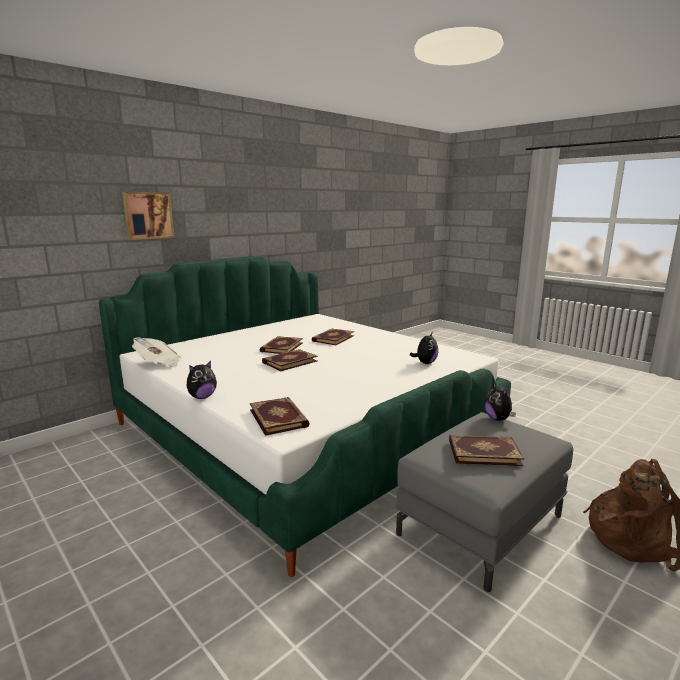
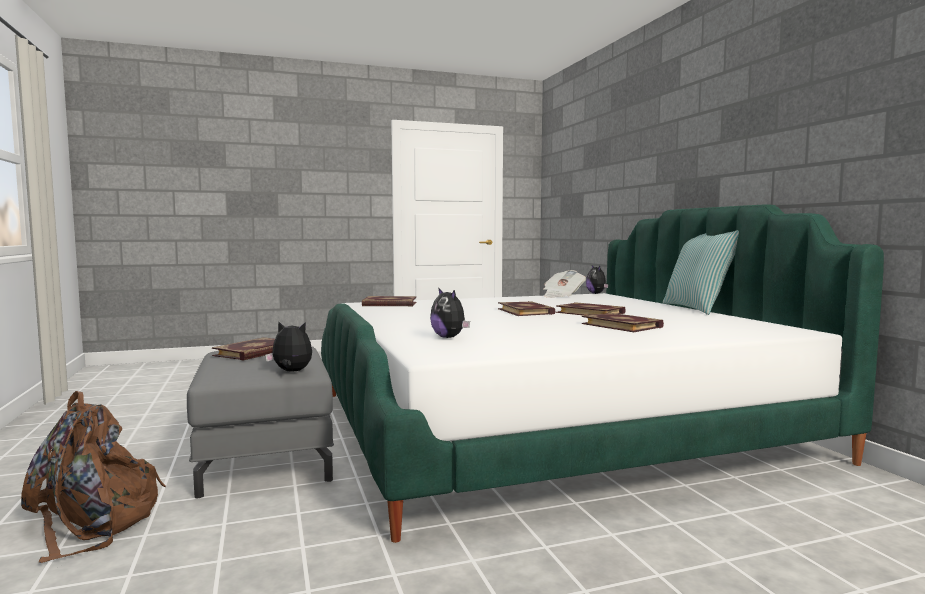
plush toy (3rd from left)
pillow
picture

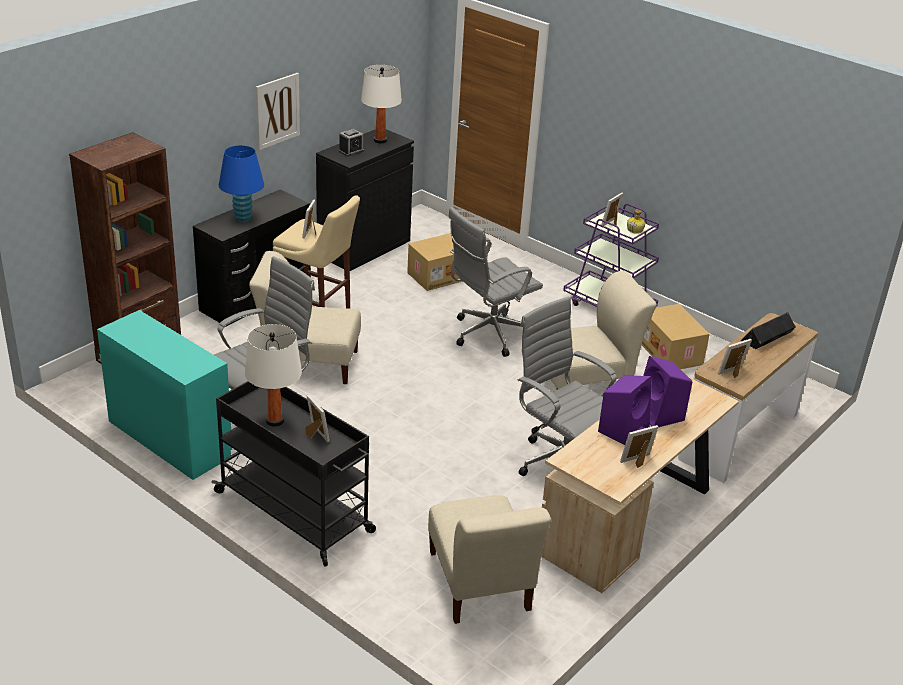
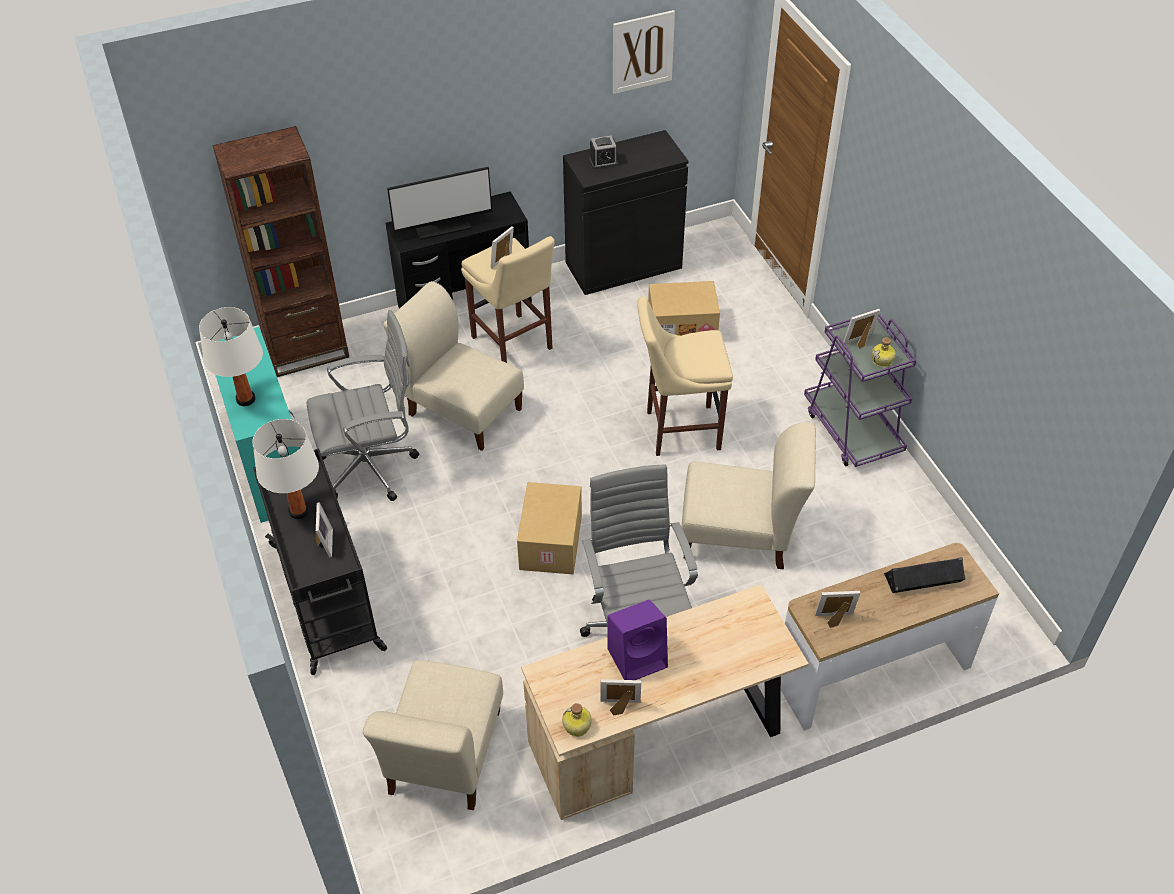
white table lamp (1st from left)
monitor
cardboard box (1st from left)
bottle (1st from left)
picture
beige stool (2nd from left)
purple speaker (2nd from left in the first image)

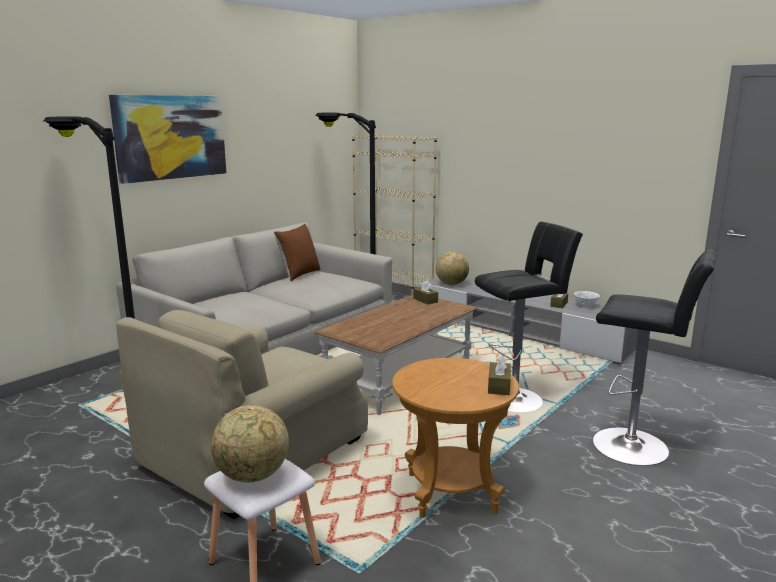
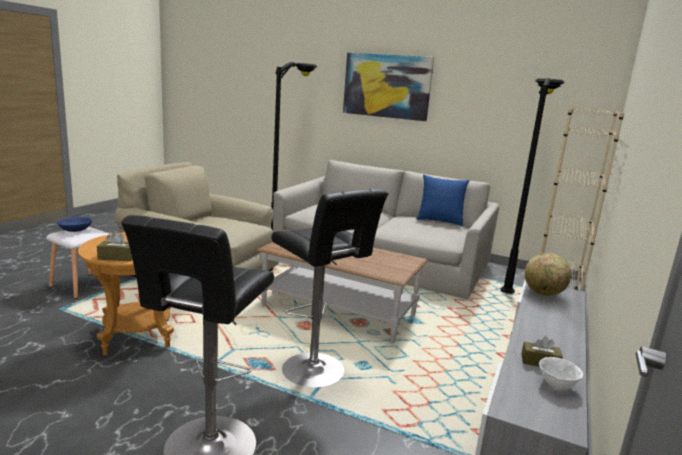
blue bowl
blue pillow
brown tissue box (1st from left in the first image)

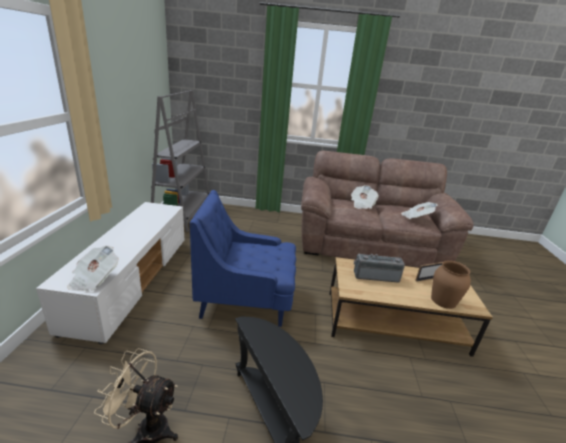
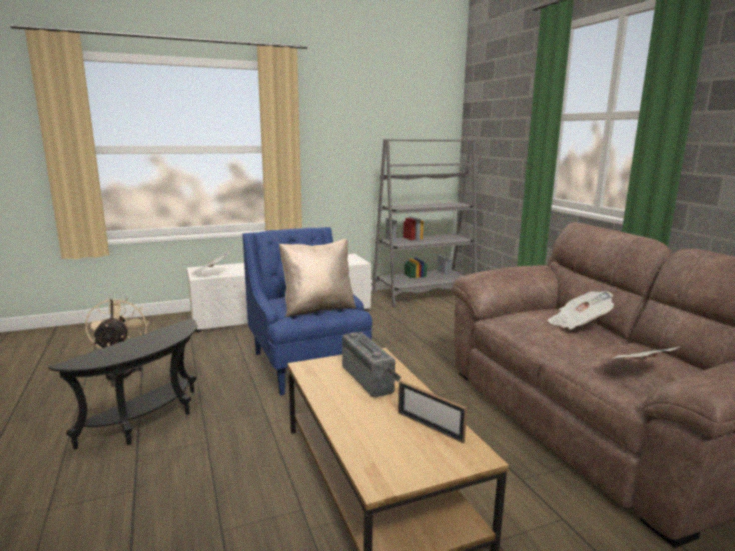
beige pillow
brown vase

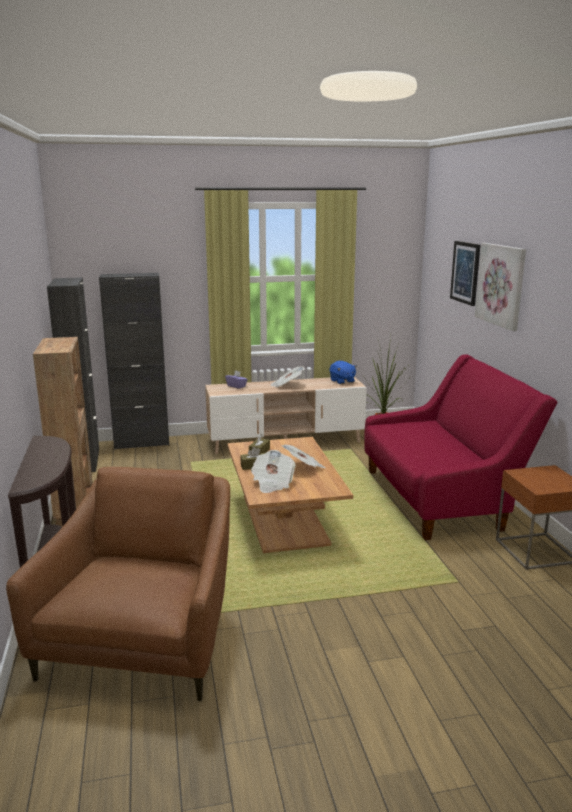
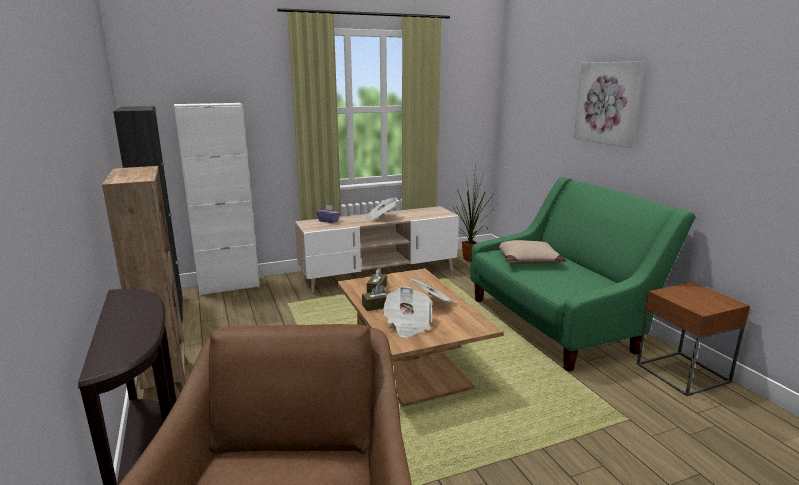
white cabinet
green sofa
beige pillow
blue plush toy
picture (1st from left in the first image)

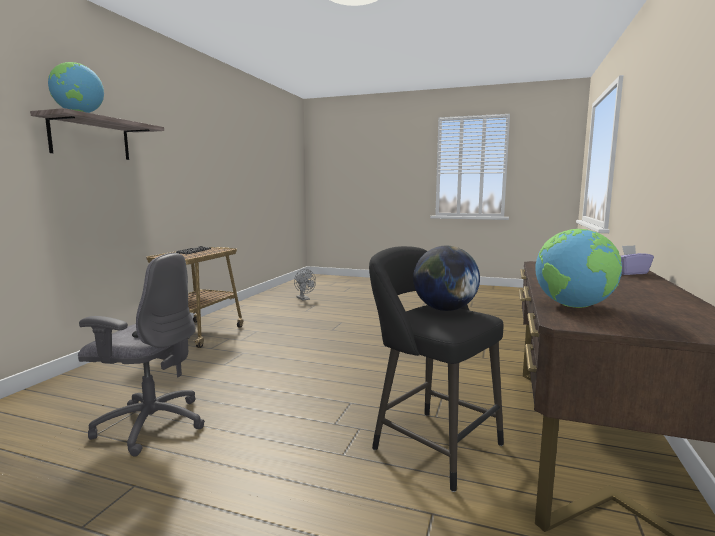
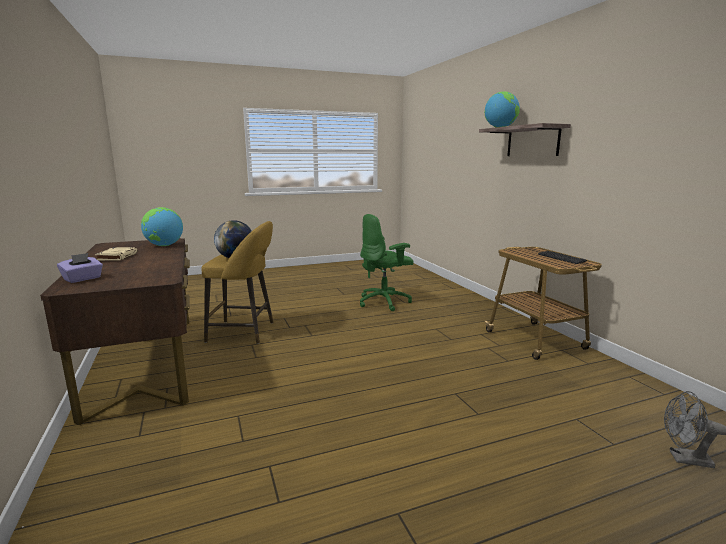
beige book
yellow stool
green office chair

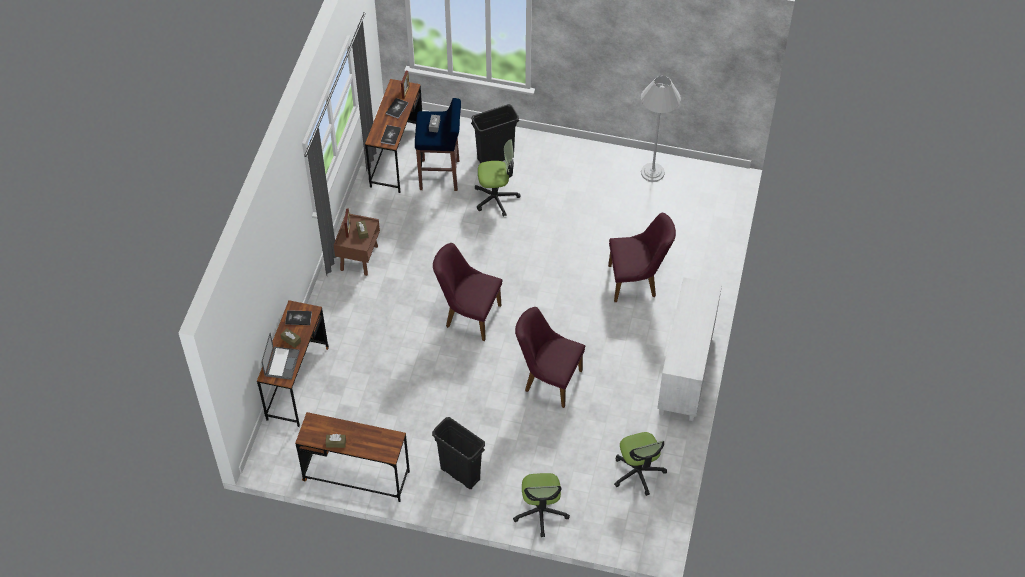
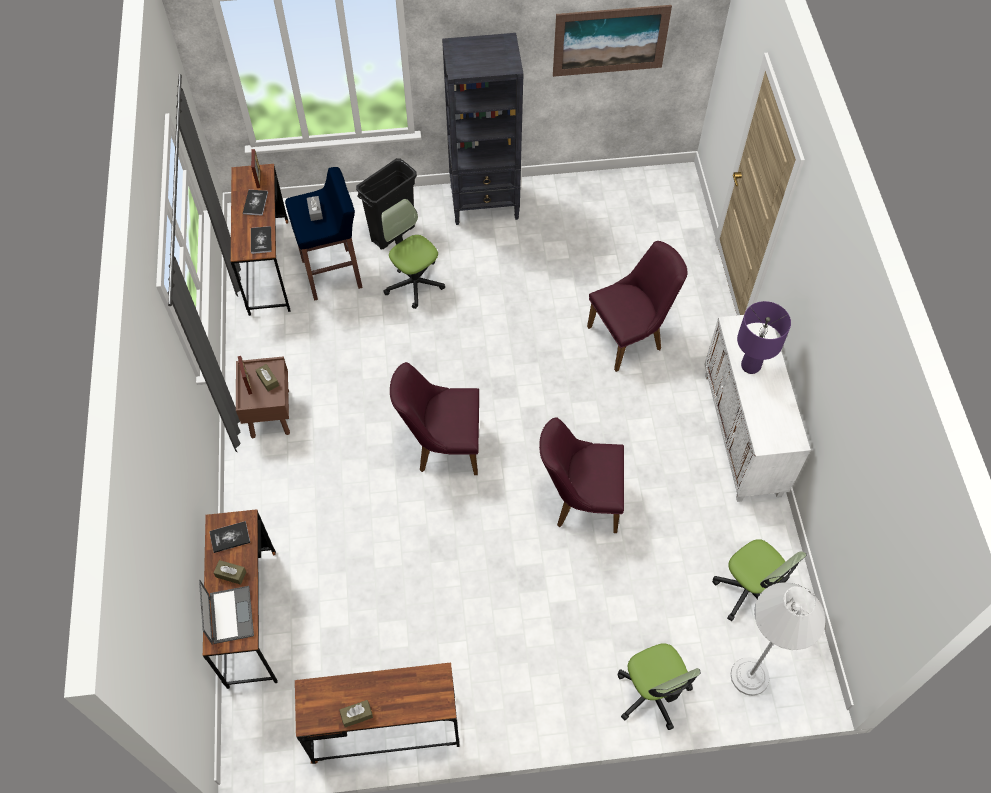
office chair (1st from left)
black bookcase
picture
white floor lamp
purple table lamp
black trash can (1st from left in the first image)

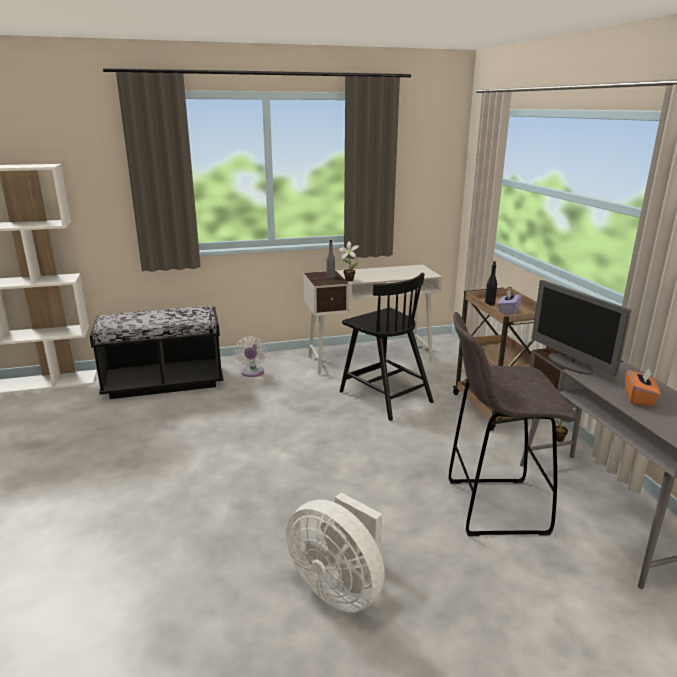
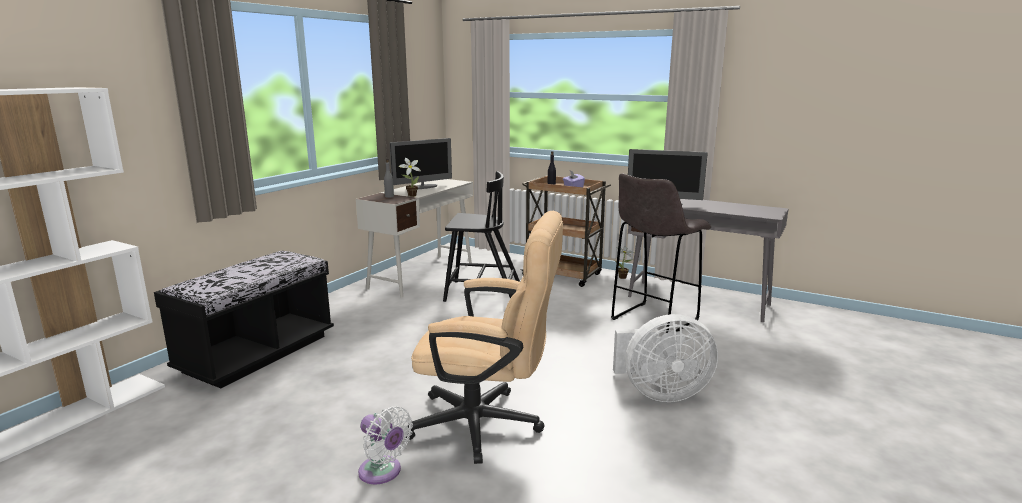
white fan (1st from left)
monitor (1st from left)
beige office chair
orange tissue box

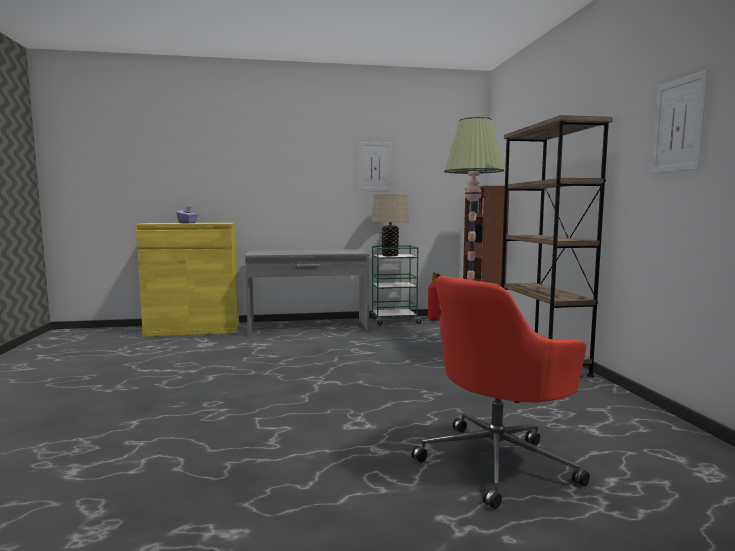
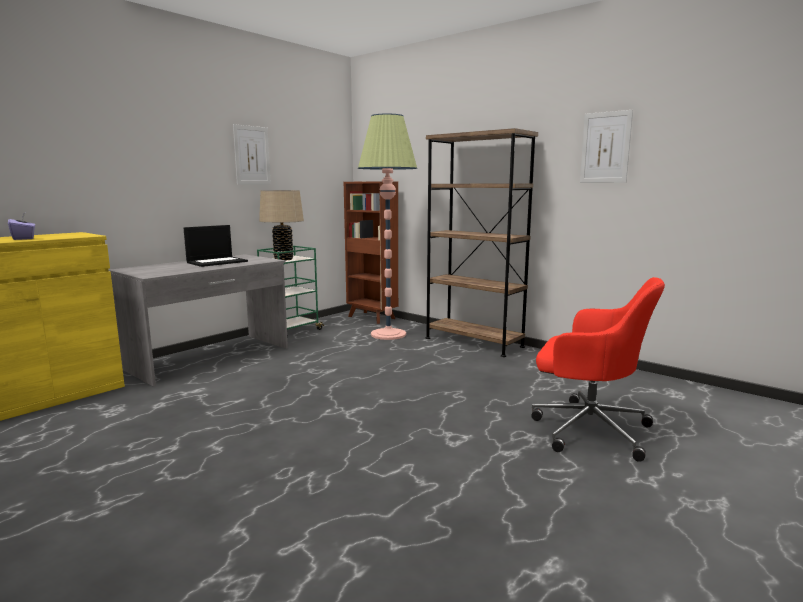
laptop
red office chair
fire extinguisher

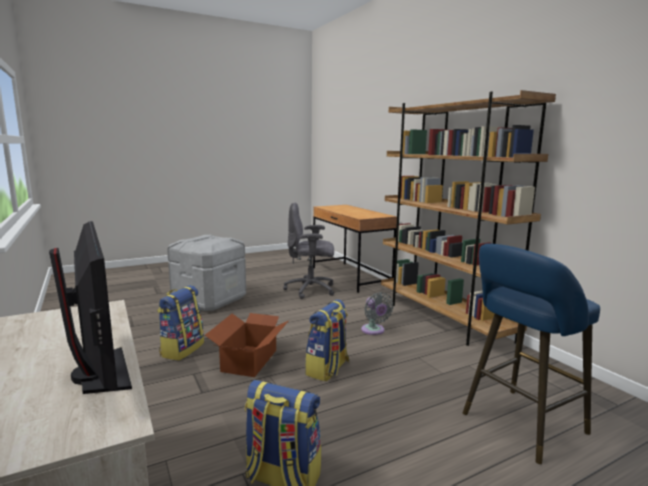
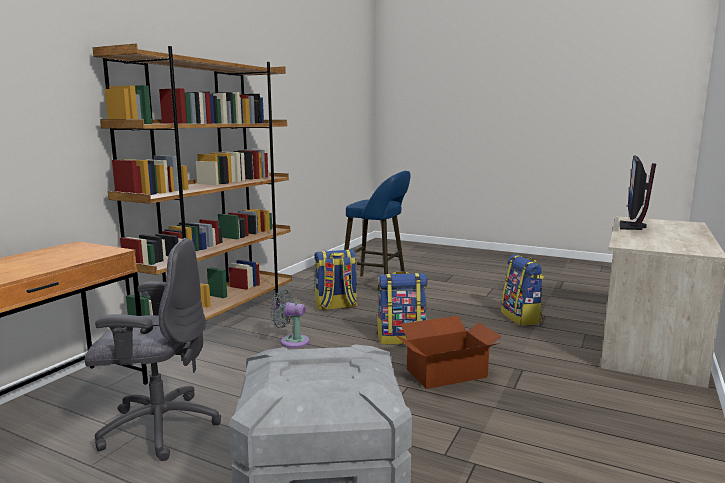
grey office chair
grey fan
backpack (1st from left)

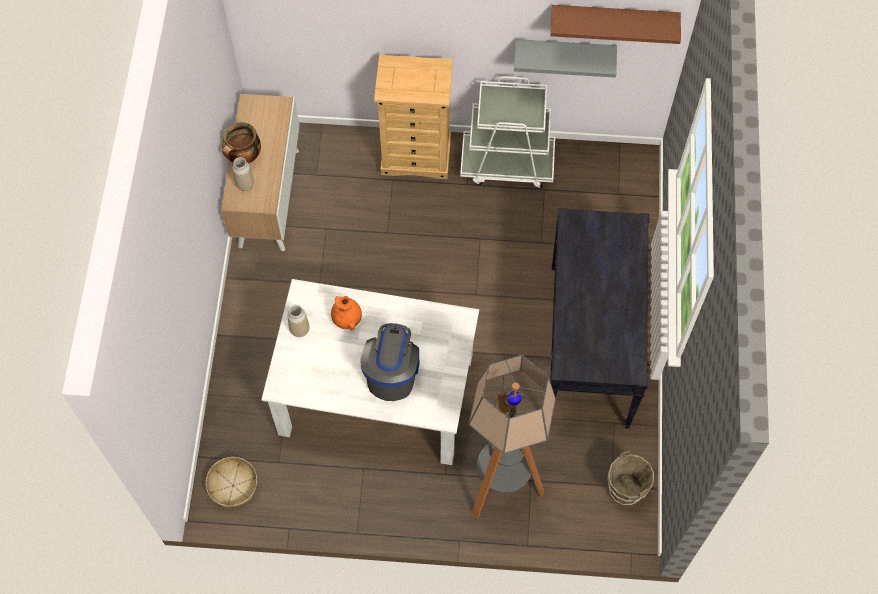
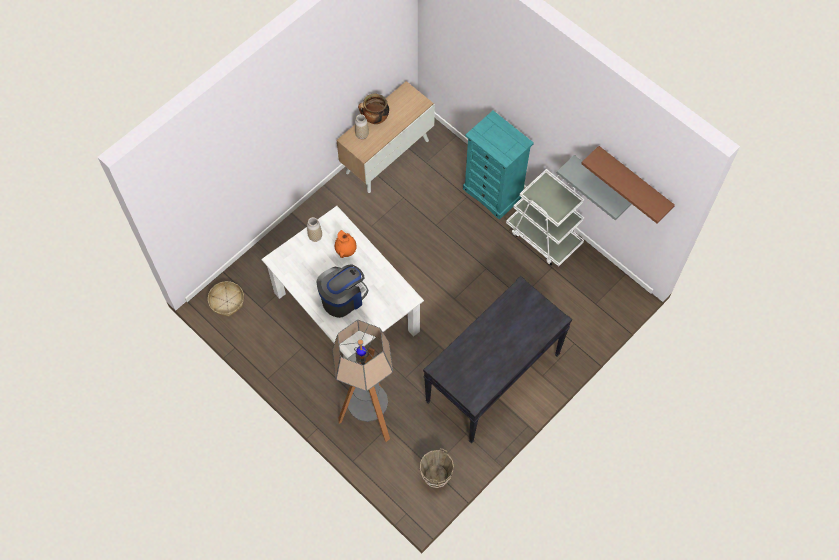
turquoise dresser

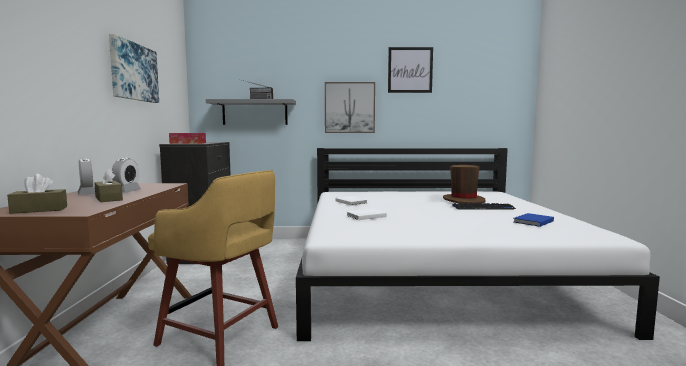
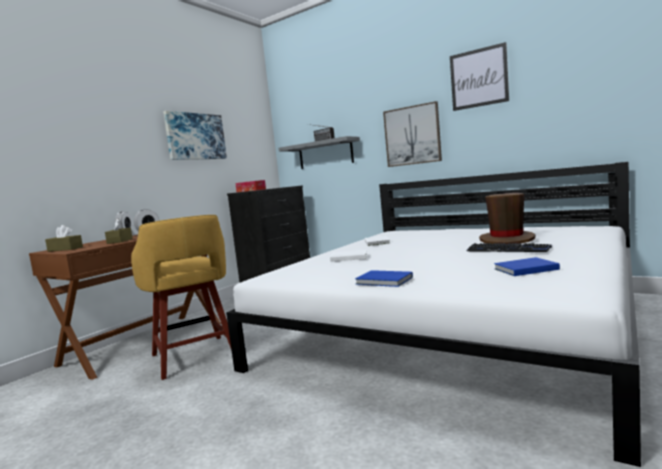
blue book (1st from left)

